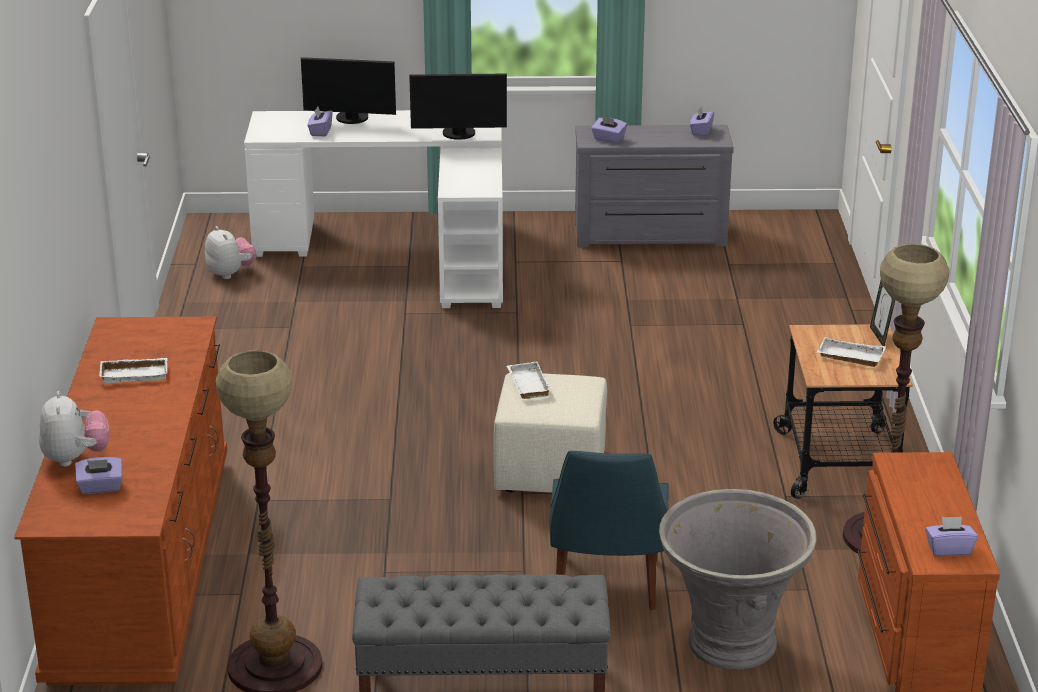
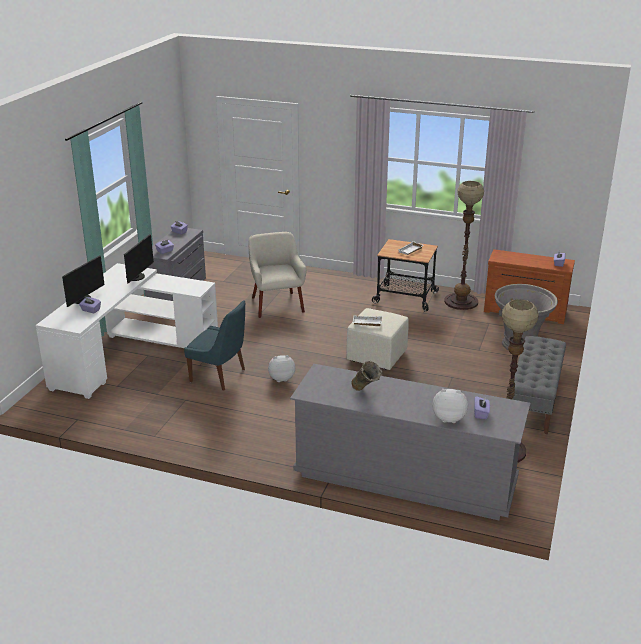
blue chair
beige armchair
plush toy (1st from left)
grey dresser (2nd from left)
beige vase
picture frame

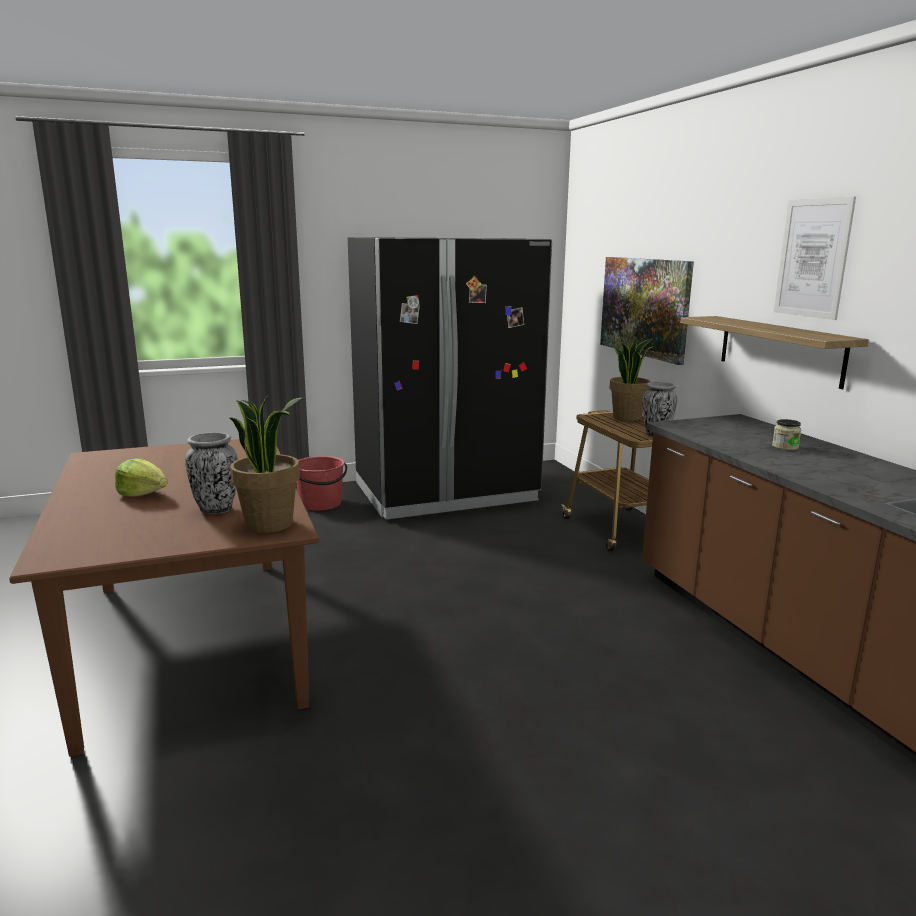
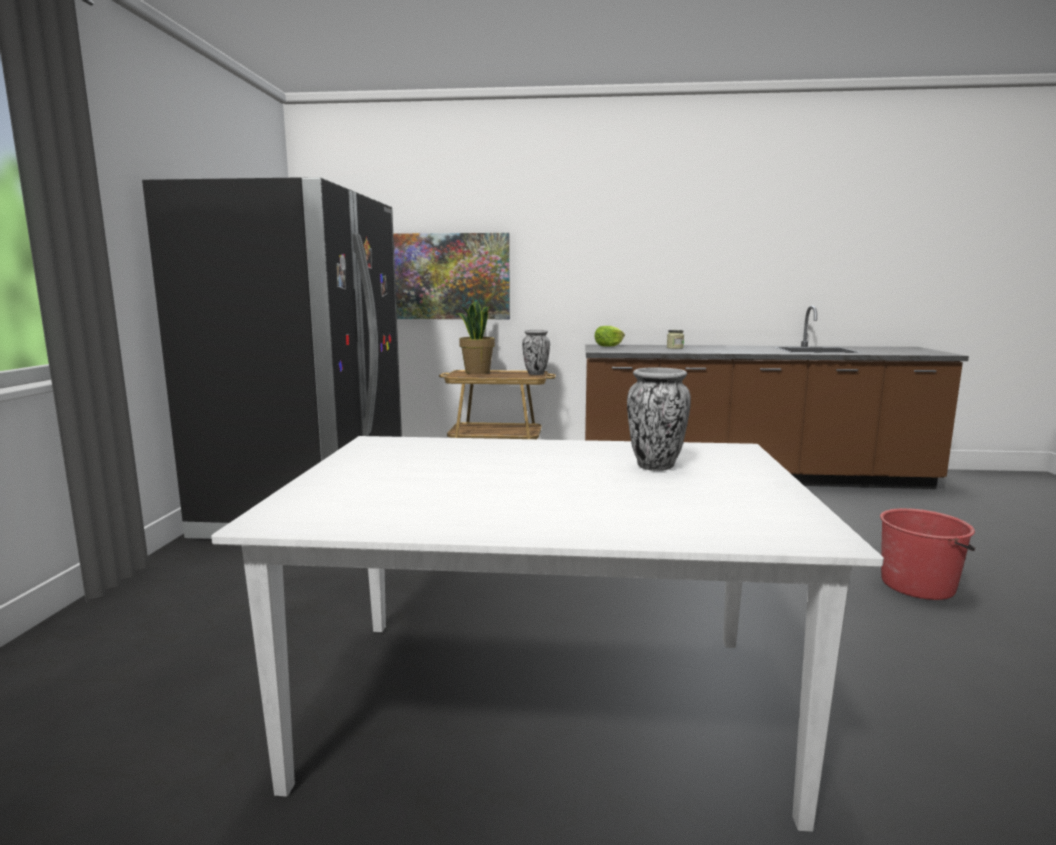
white dining table
lettuce
red bucket
potted plant (1st from left in the first image)
shelf
picture (2nd from left in the first image)

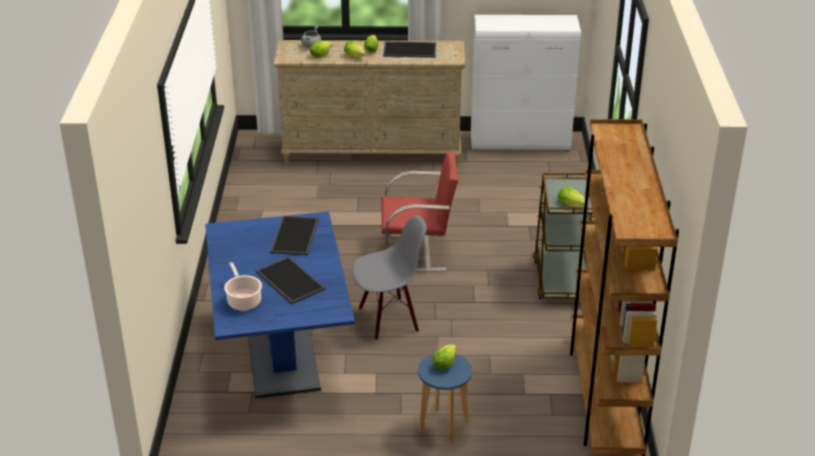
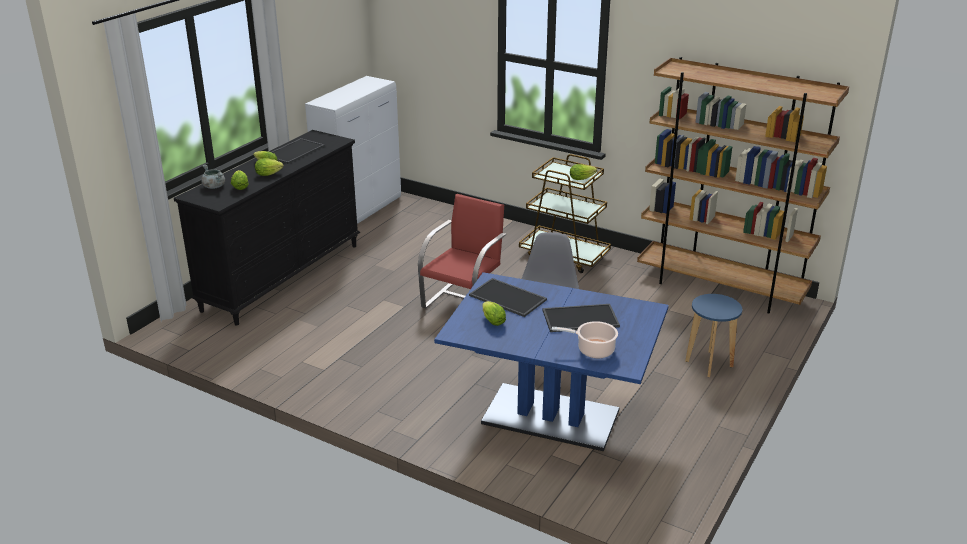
black dresser
lettuce (4th from left)

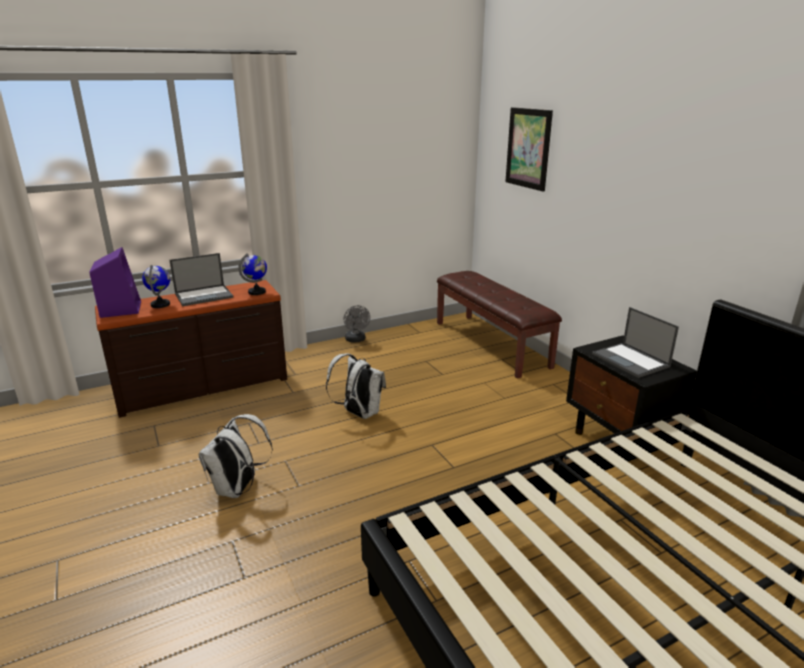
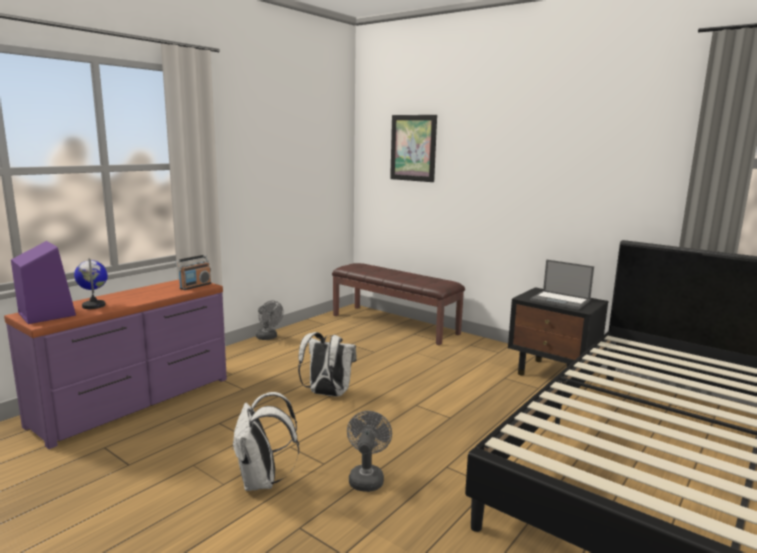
purple dresser
radio
grey fan (2nd from left)
laptop (1st from left in the first image)

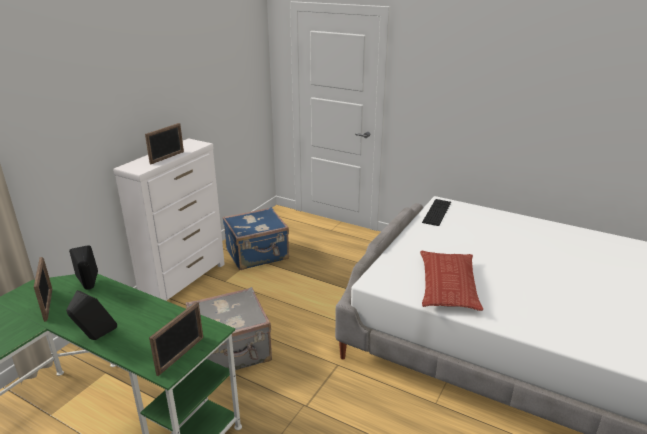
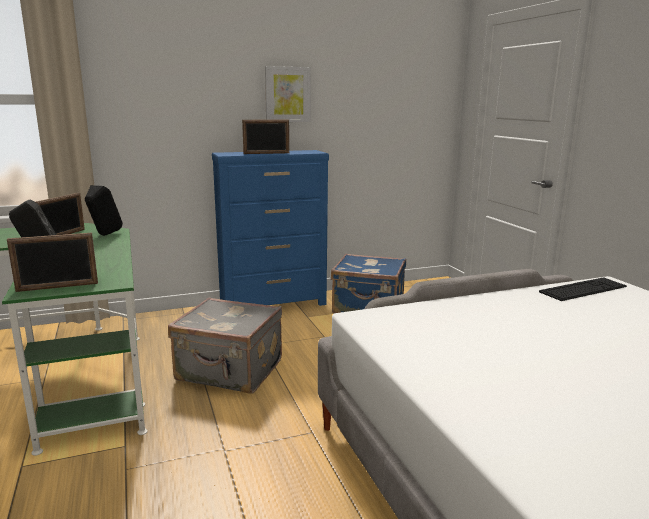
blue dresser
picture
pillow

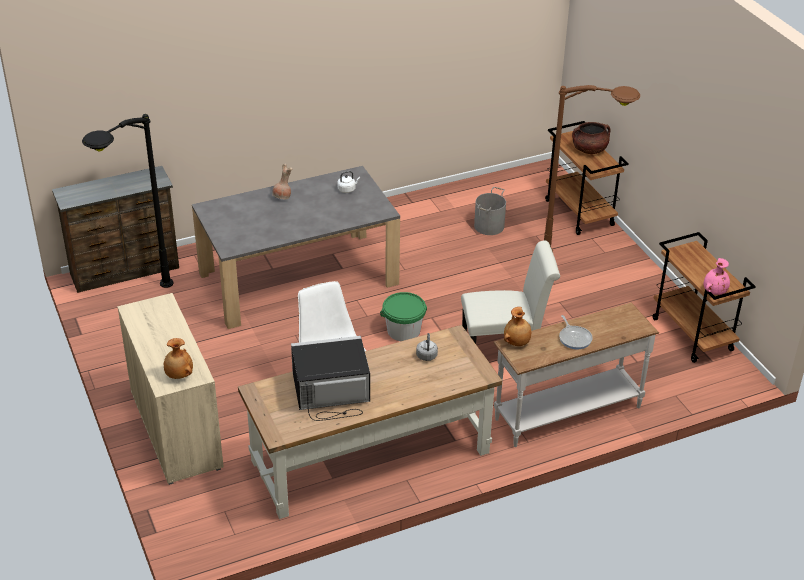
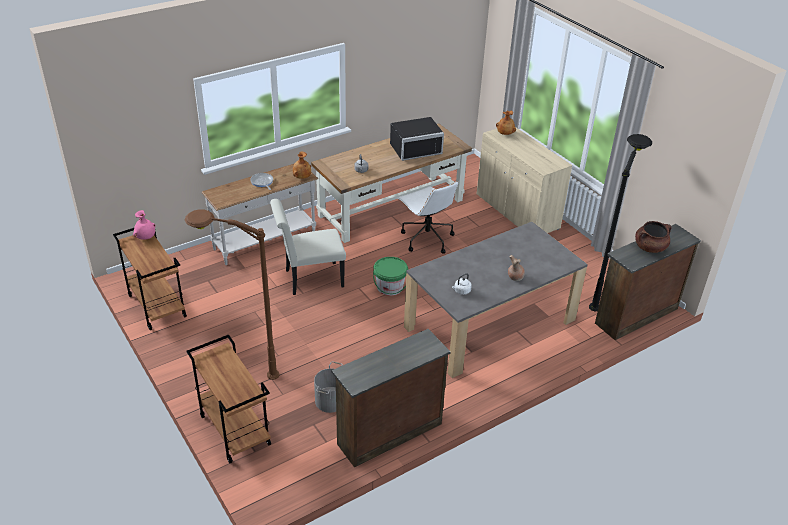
brown dresser (1st from left)
brown cooking pot

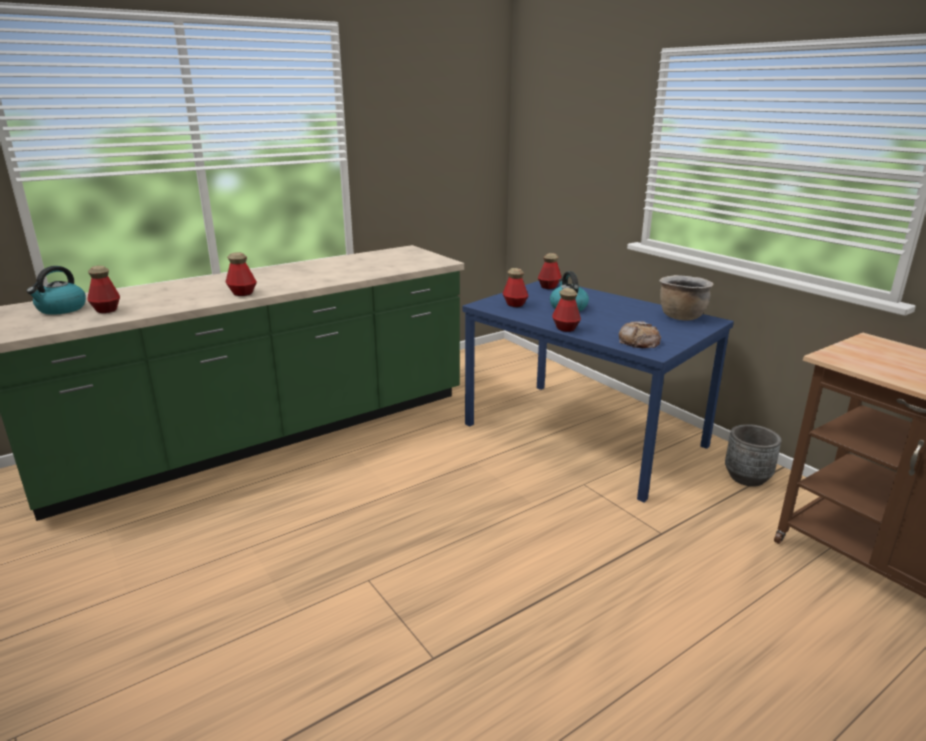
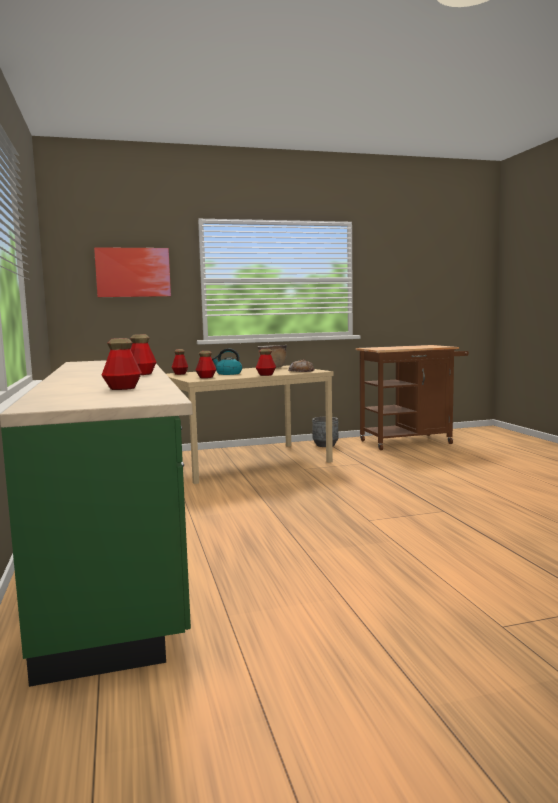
picture
beige dining table
kettle (1st from left in the first image)

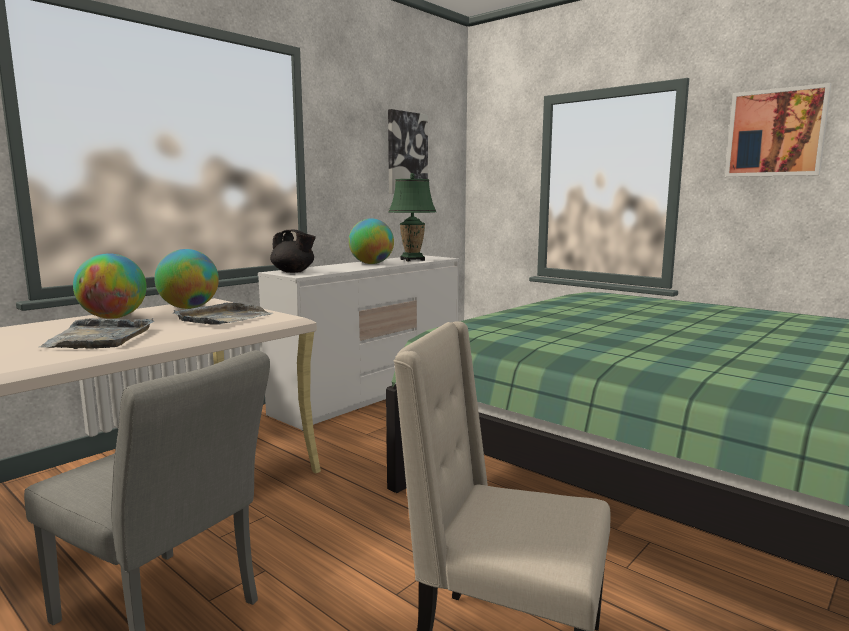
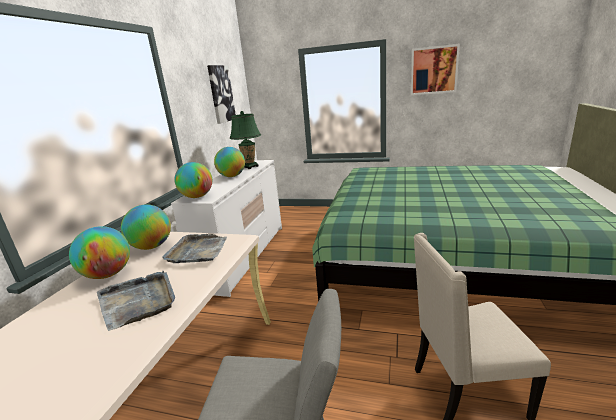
globe (3rd from left)

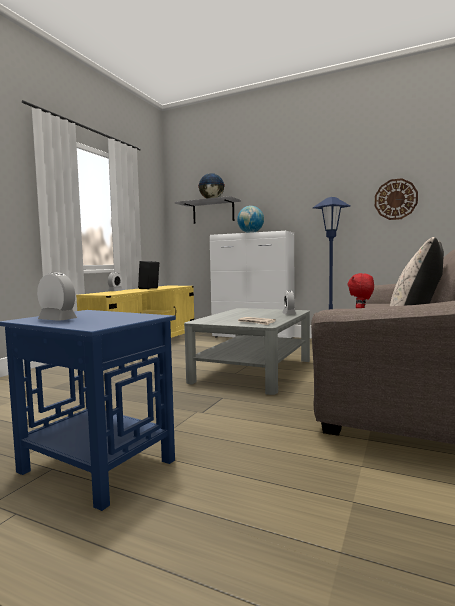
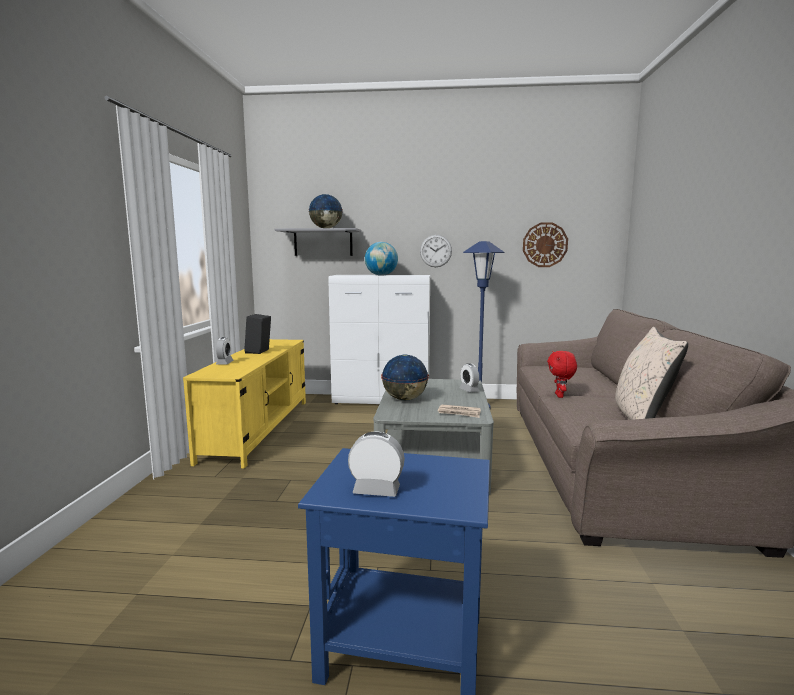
globe (3rd from left)
wall clock (1st from left)

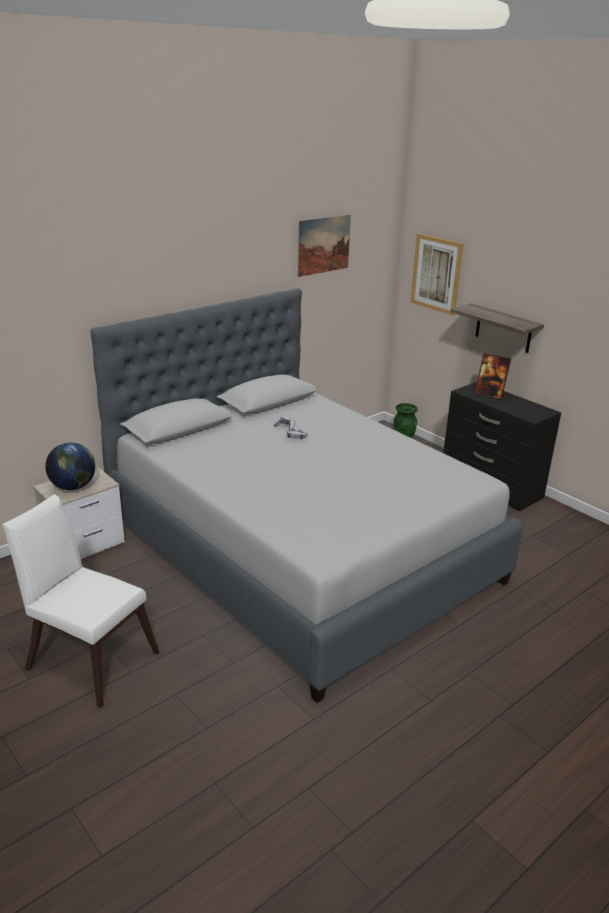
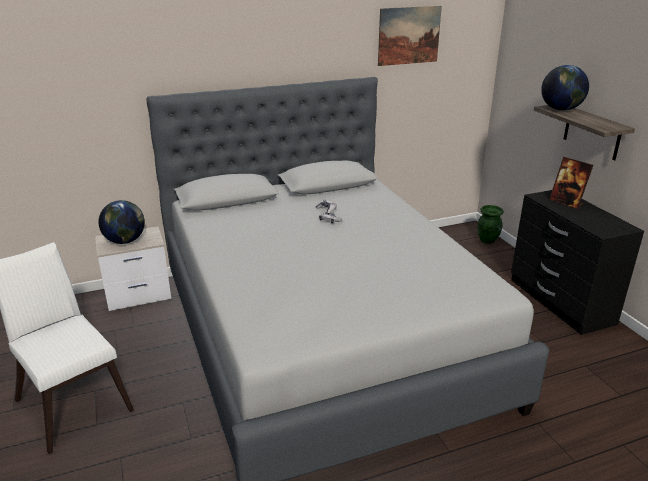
globe (2nd from left)
picture (2nd from left in the first image)

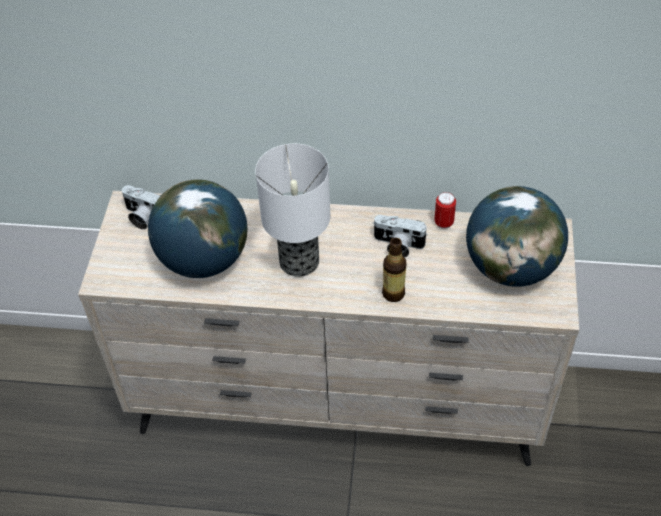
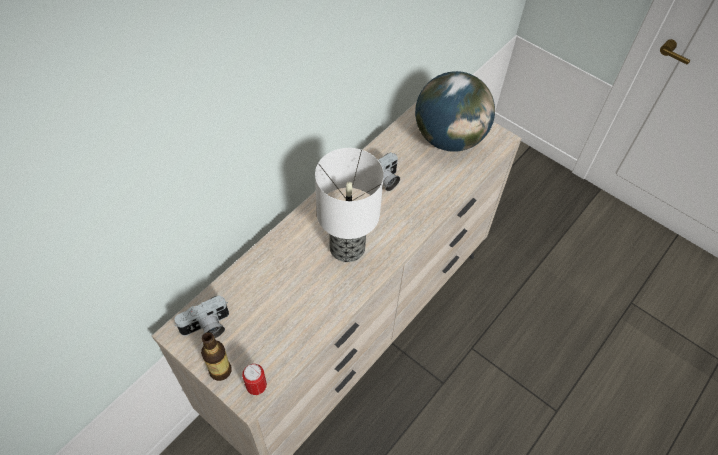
bottle
can
globe (1st from left in the first image)

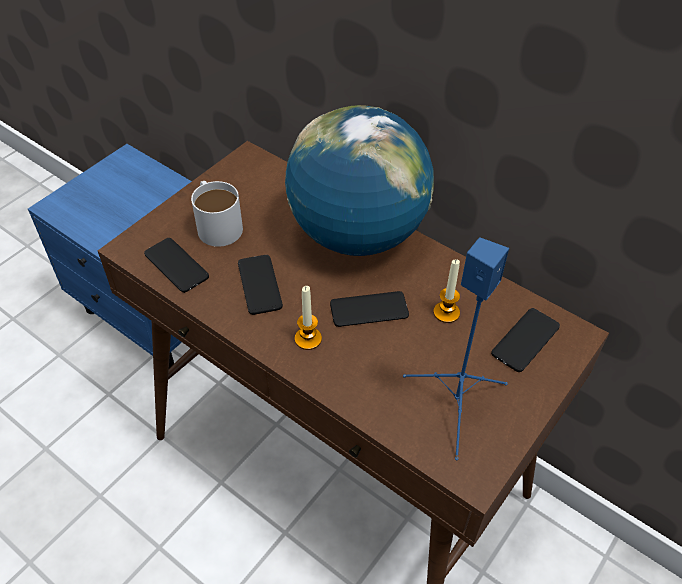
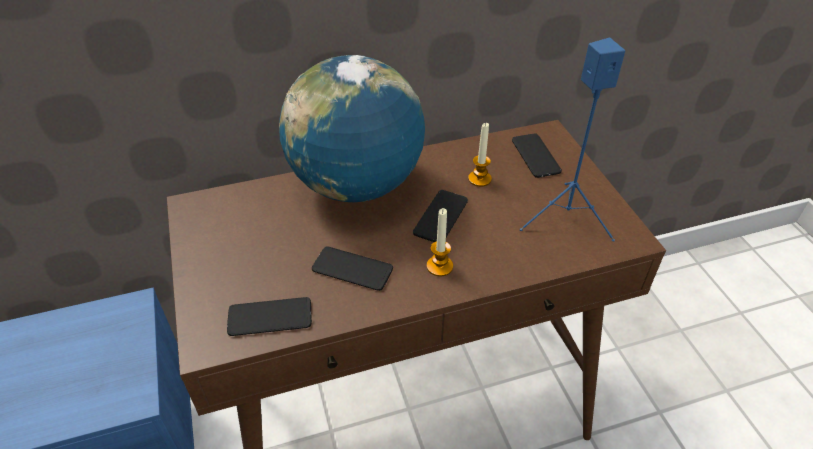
white mug

